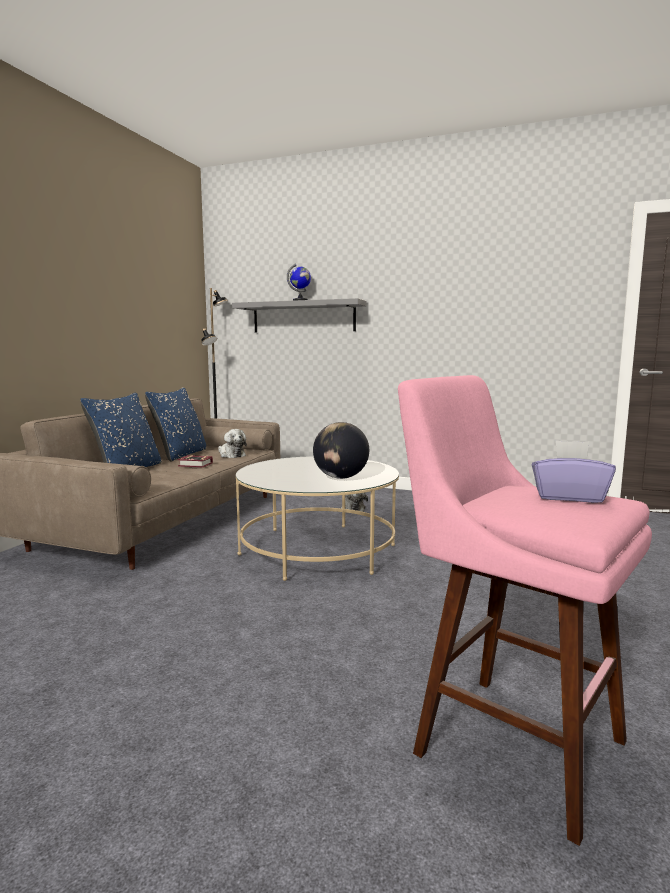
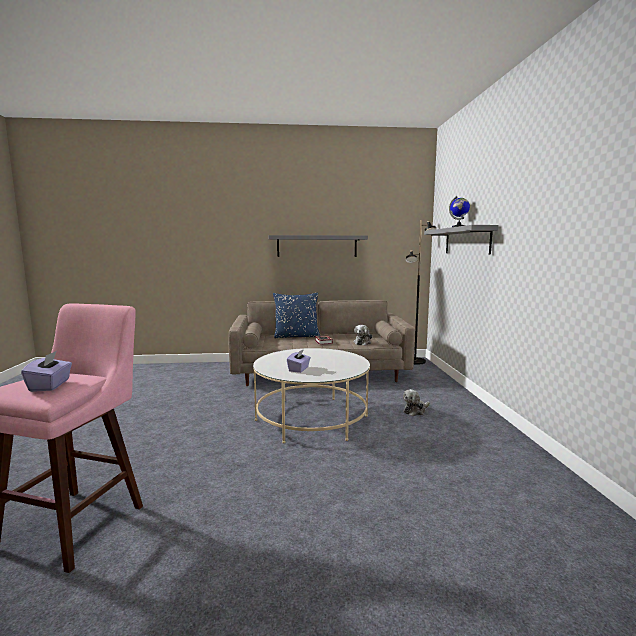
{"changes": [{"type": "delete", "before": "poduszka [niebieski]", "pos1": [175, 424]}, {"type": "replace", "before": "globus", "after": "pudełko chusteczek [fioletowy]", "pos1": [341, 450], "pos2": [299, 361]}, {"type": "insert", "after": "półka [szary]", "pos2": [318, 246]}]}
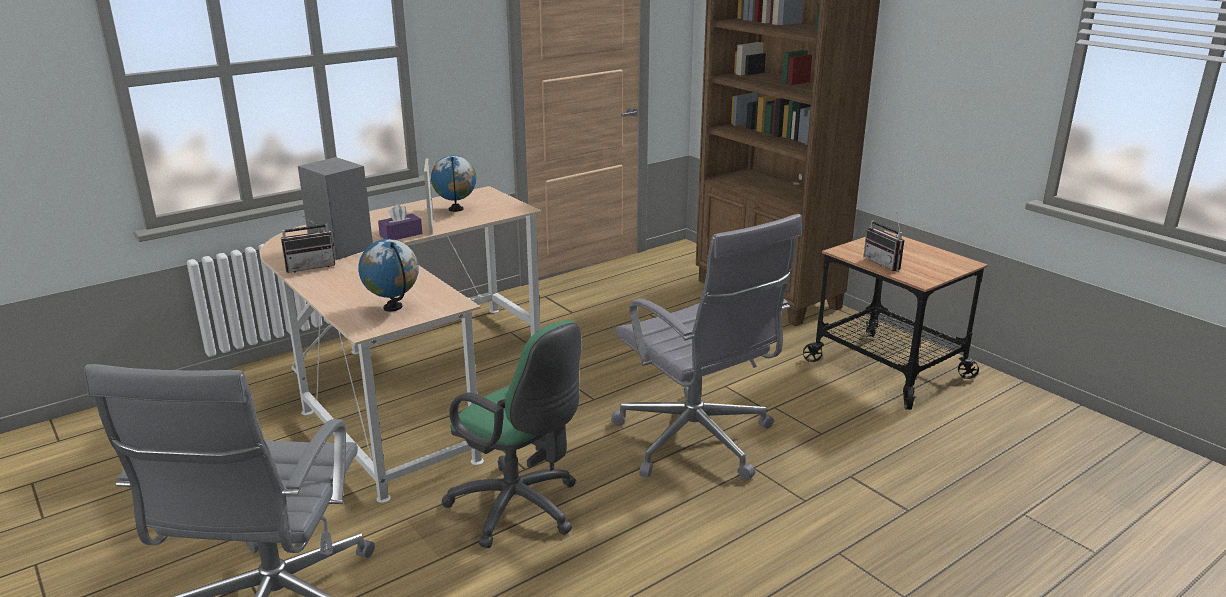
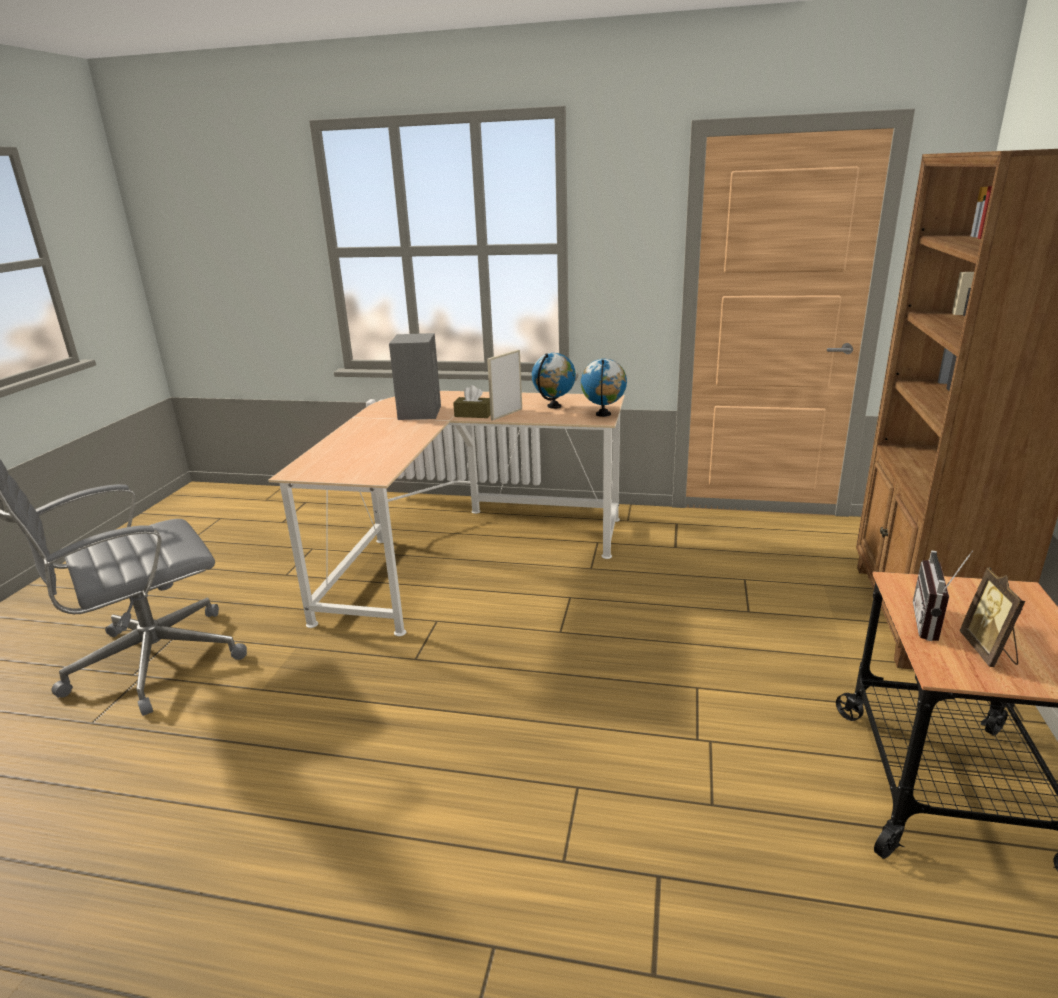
{"changes": [{"type": "recolor", "before": "pudełko chusteczek [fioletowy]", "after": "pudełko chusteczek [brązowy]", "pos1": [400, 222], "pos2": [472, 401]}, {"type": "delete", "before": "radio", "pos1": [308, 242]}, {"type": "delete", "before": "krzesło biurowe [szary]", "pos1": [706, 347]}, {"type": "move", "before": "globus", "pos1": [388, 275], "pos2": [604, 388]}, {"type": "delete", "before": "krzesło biurowe [zielony]", "pos1": [511, 434]}, {"type": "insert", "after": "ramka na zdjęcie", "pos2": [992, 617]}]}
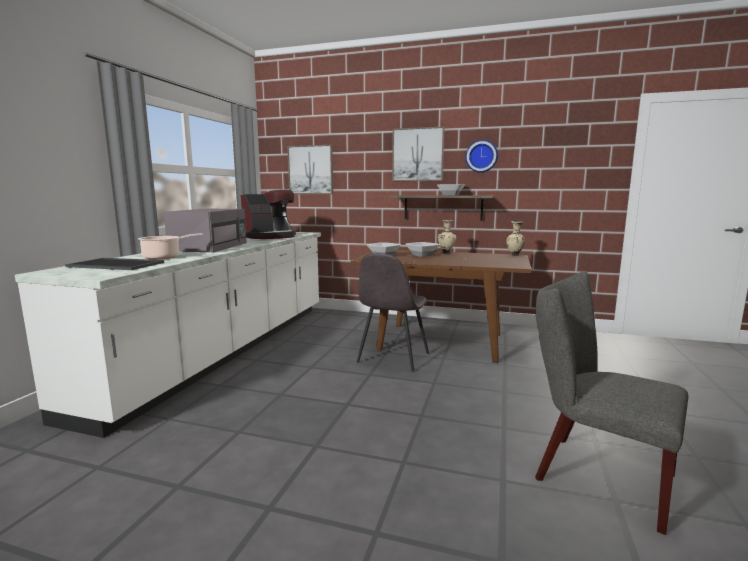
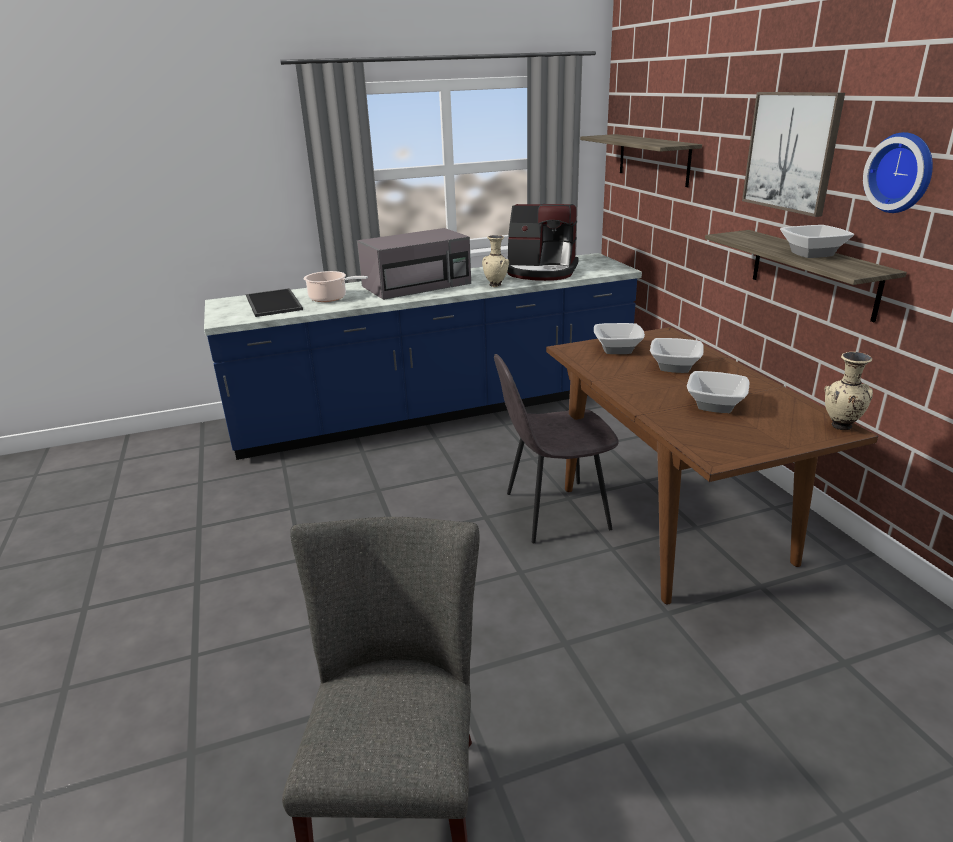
{"changes": [{"type": "replace", "before": "obraz", "after": "półka", "pos1": [310, 169], "pos2": [641, 160]}, {"type": "move", "before": "wazon [beżowy]", "pos1": [447, 236], "pos2": [495, 261]}, {"type": "recolor", "before": "zabudowa kuchenna [biały]", "after": "zabudowa kuchenna [niebieski]", "pos1": [168, 335], "pos2": [423, 356]}, {"type": "insert", "after": "miska", "pos2": [718, 392]}]}
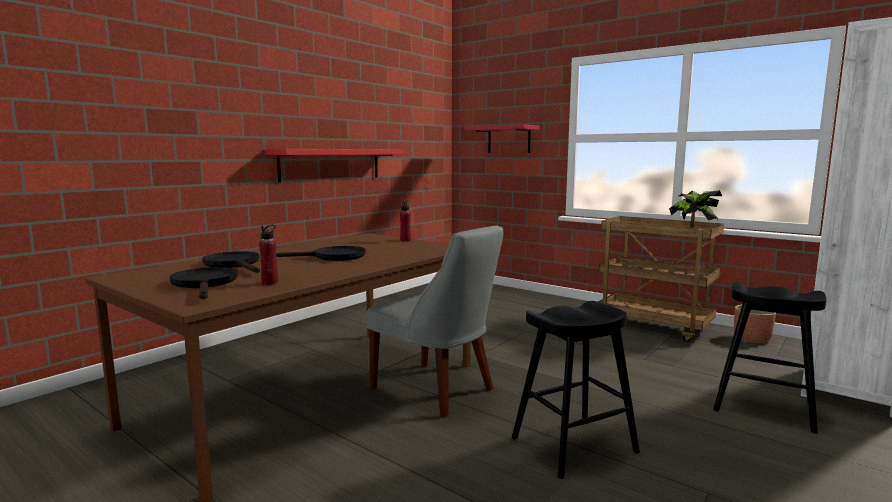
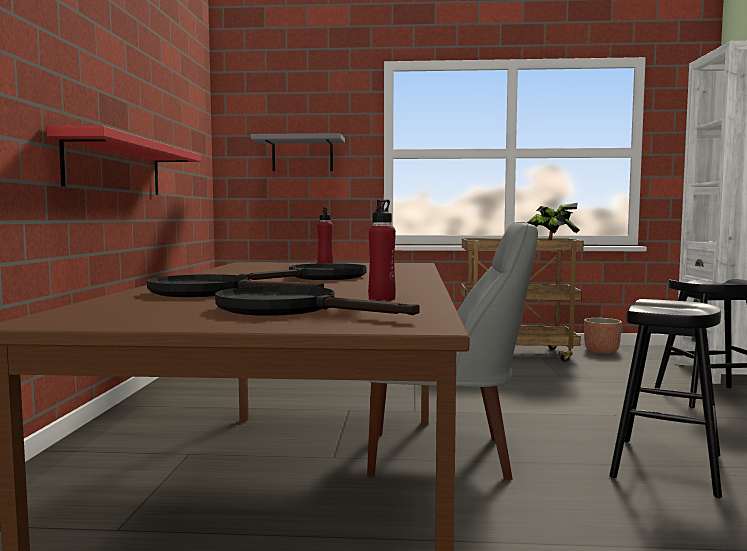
{"changes": [{"type": "recolor", "before": "półka [czerwony]", "after": "półka [szary]", "pos1": [502, 138], "pos2": [298, 152]}]}
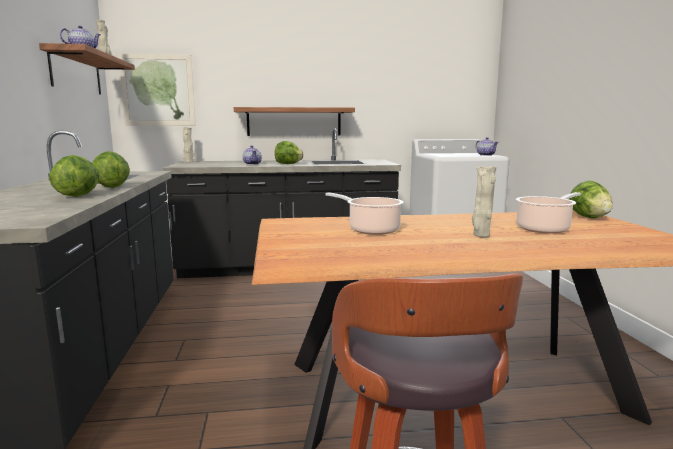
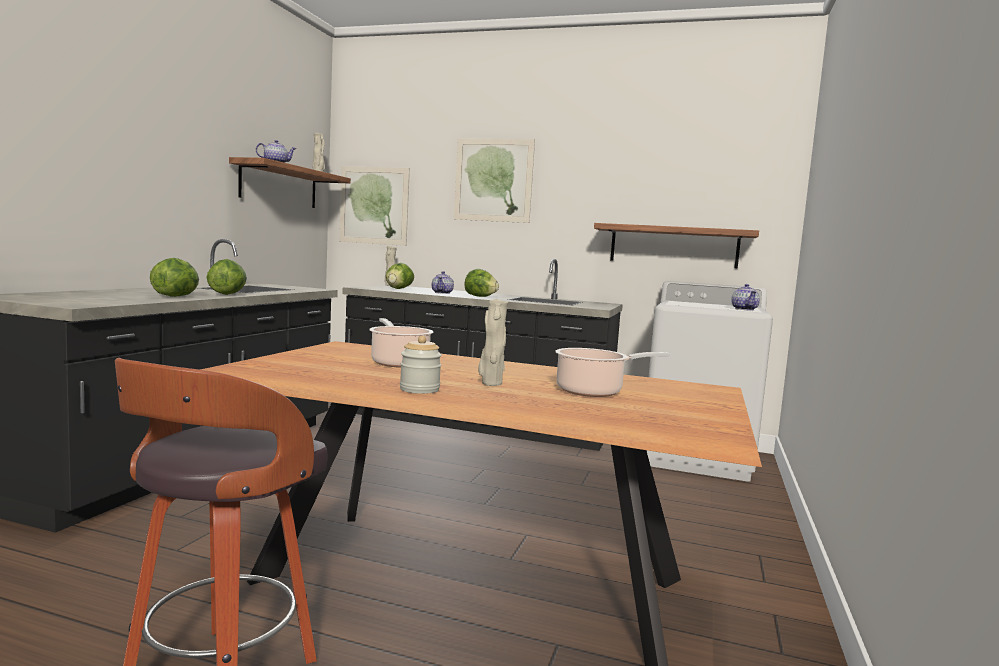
{"changes": [{"type": "move", "before": "półka", "pos1": [294, 121], "pos2": [676, 245]}, {"type": "move", "before": "sałata", "pos1": [591, 199], "pos2": [400, 276]}, {"type": "insert", "after": "obraz", "pos2": [494, 181]}, {"type": "insert", "after": "słoik", "pos2": [421, 365]}]}
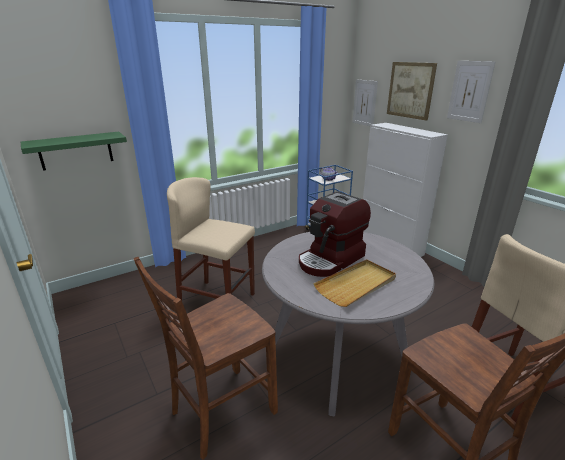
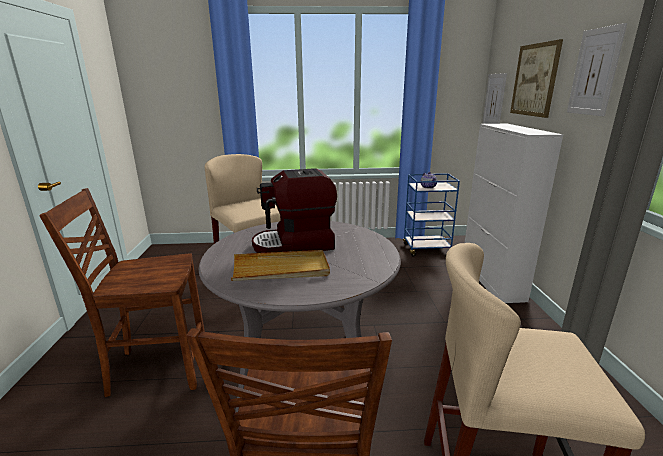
{"changes": [{"type": "delete", "before": "półka [zielony]", "pos1": [74, 151]}]}
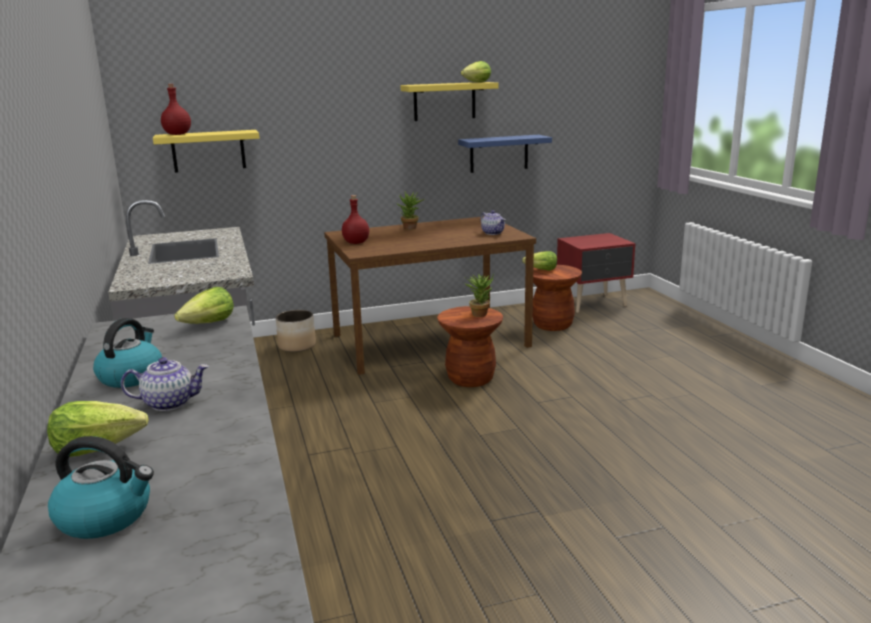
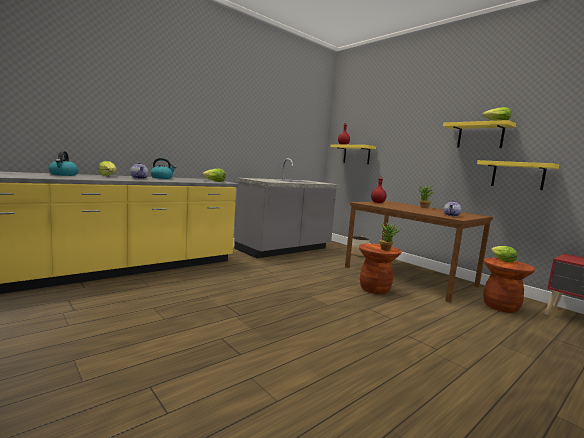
{"changes": [{"type": "recolor", "before": "półka [niebieski]", "after": "półka [żółty]", "pos1": [505, 154], "pos2": [518, 175]}]}
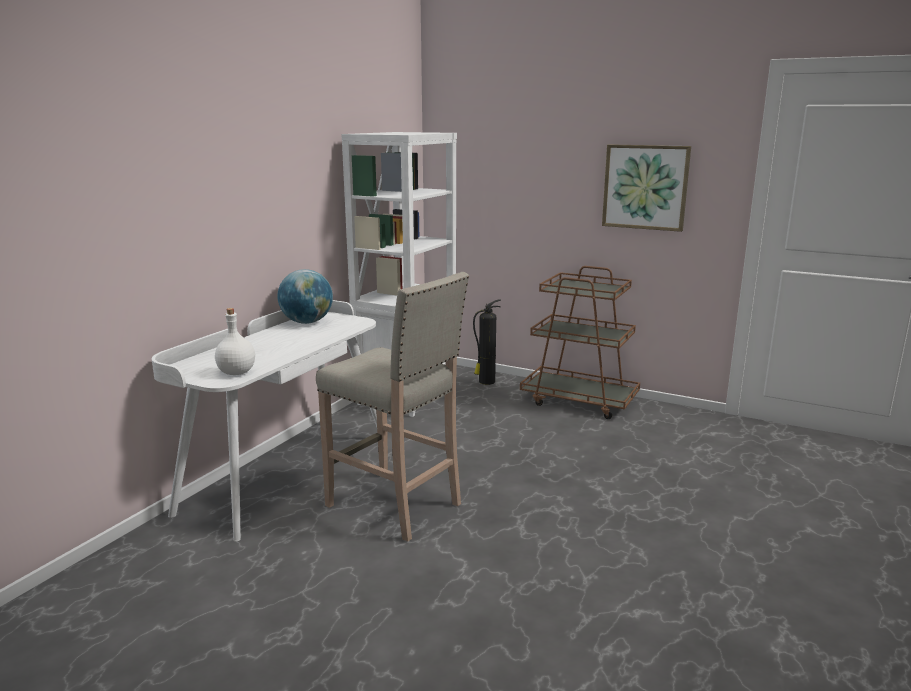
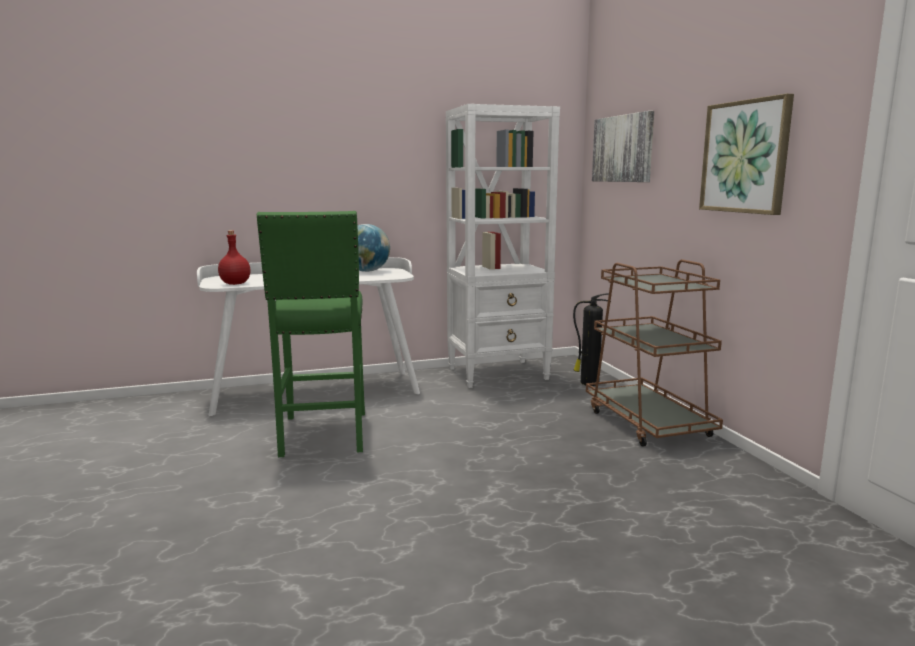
{"changes": [{"type": "recolor", "before": "stołek [beżowy]", "after": "stołek [zielony]", "pos1": [392, 407], "pos2": [311, 334]}, {"type": "recolor", "before": "butelka [biały]", "after": "butelka [czerwony]", "pos1": [235, 341], "pos2": [234, 257]}, {"type": "insert", "after": "obraz", "pos2": [623, 146]}]}
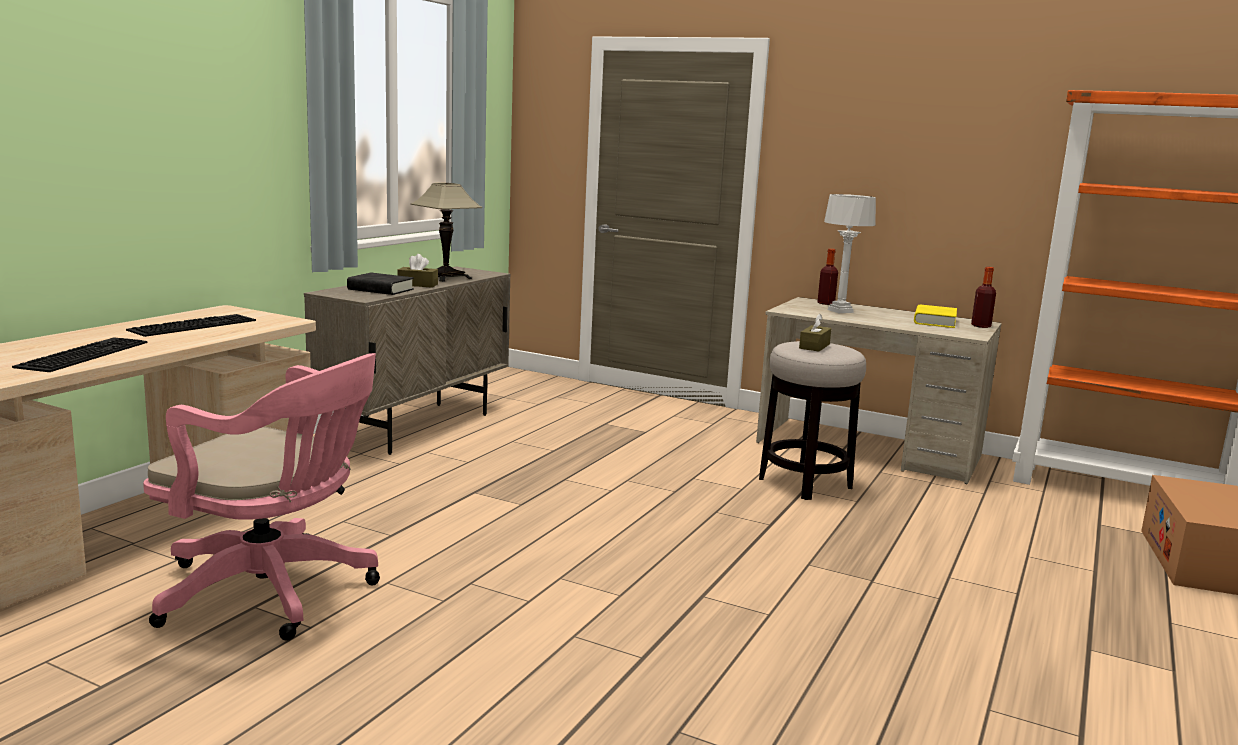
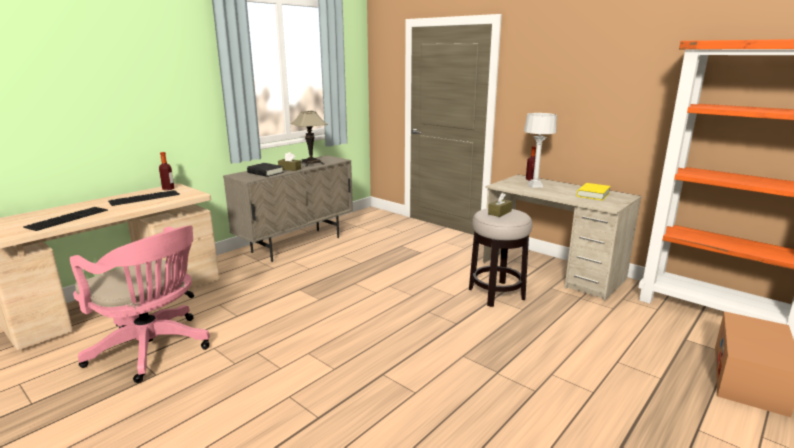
{"changes": [{"type": "move", "before": "butelka", "pos1": [983, 297], "pos2": [166, 171]}]}
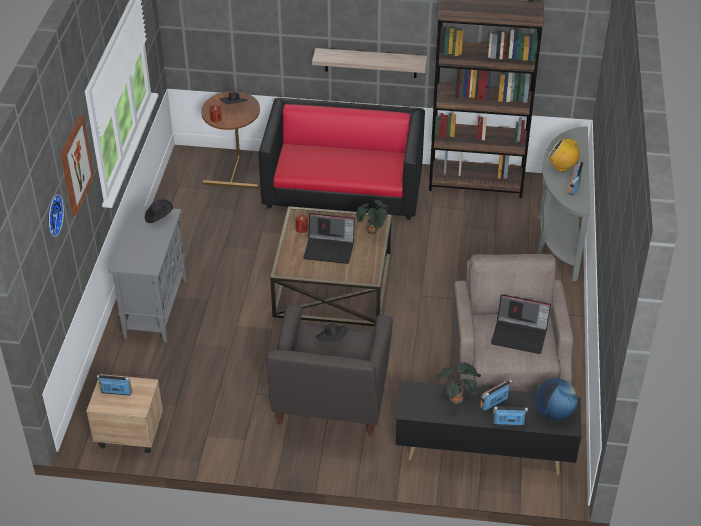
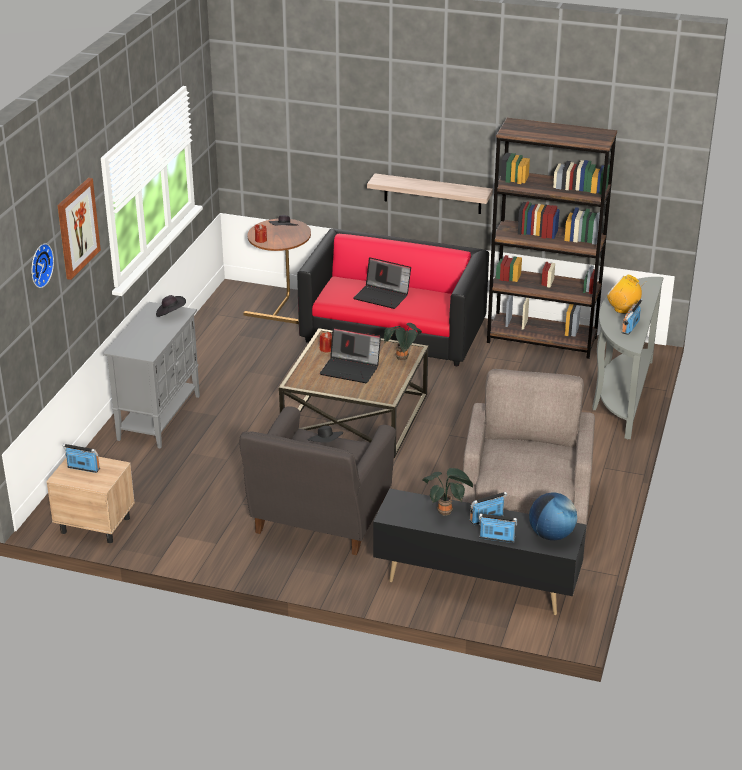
{"changes": [{"type": "move", "before": "laptop", "pos1": [521, 324], "pos2": [382, 283]}]}
